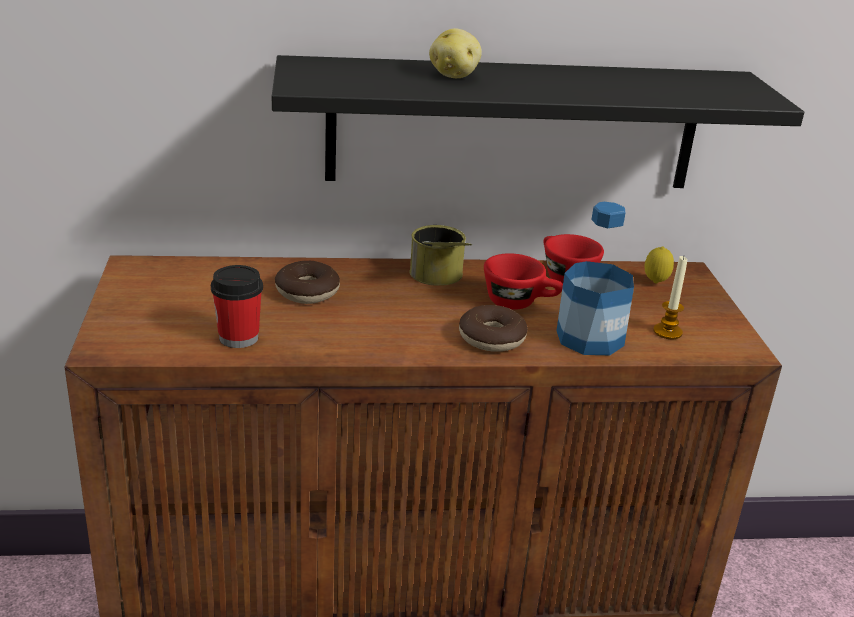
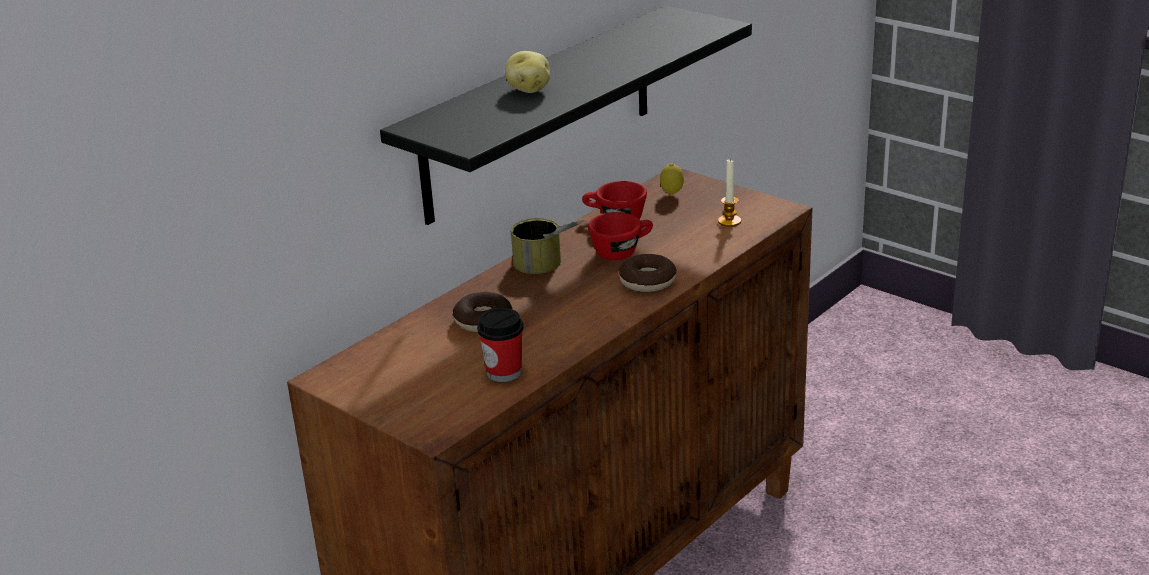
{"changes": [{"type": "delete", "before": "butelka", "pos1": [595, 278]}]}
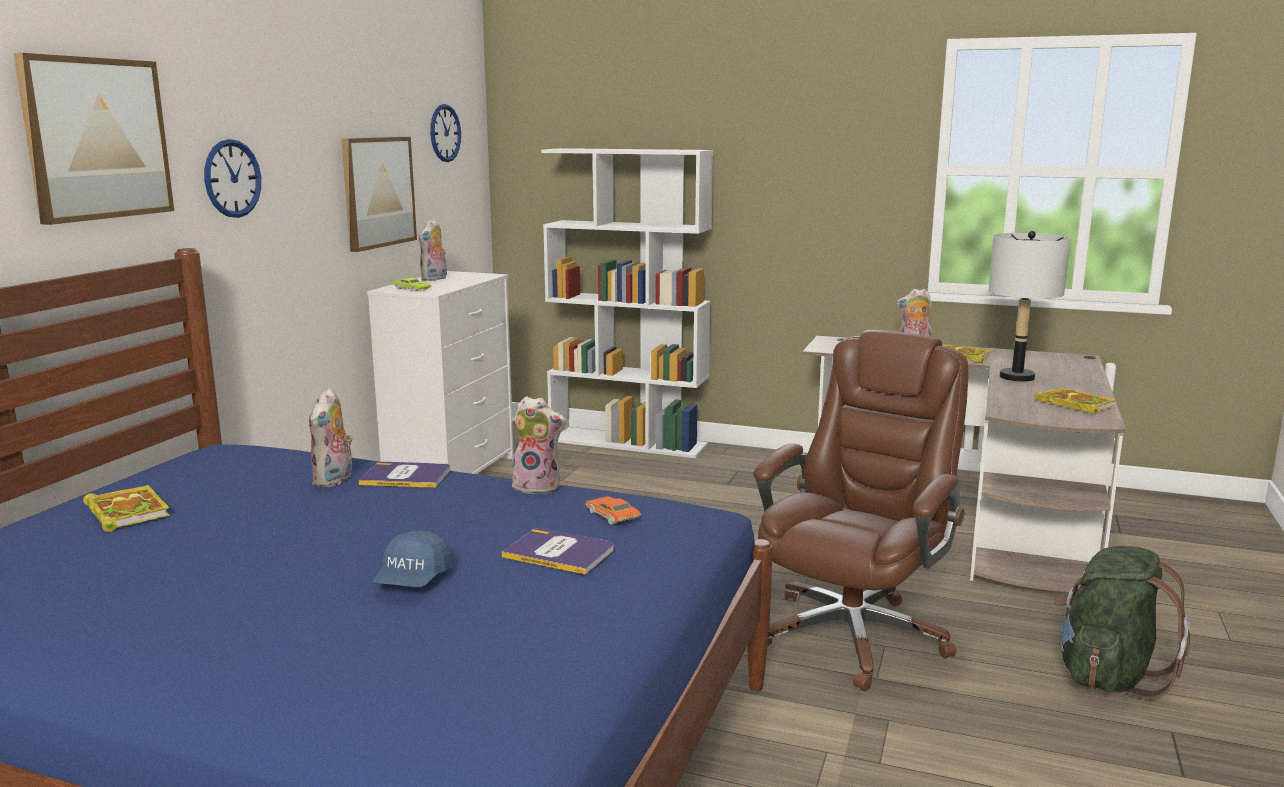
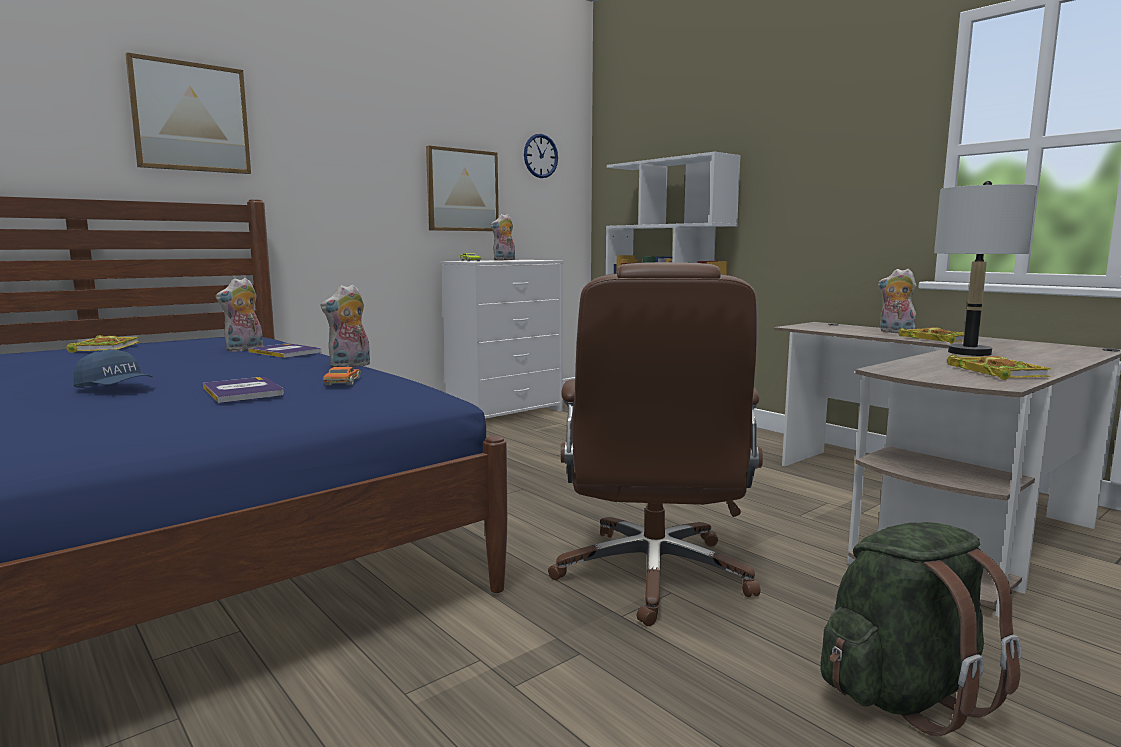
{"changes": [{"type": "delete", "before": "zegar ścienny", "pos1": [232, 178]}, {"type": "rotate", "before": "krzesło biurowe [brązowy]", "pos1": [861, 510], "pos2": [655, 444], "turn": 120}, {"type": "rotate", "before": "pluszak", "pos1": [539, 445], "pos2": [345, 326], "turn": 90}, {"type": "rotate", "before": "czapka z daszkiem [niebieski]", "pos1": [412, 559], "pos2": [113, 368], "turn": -105}]}
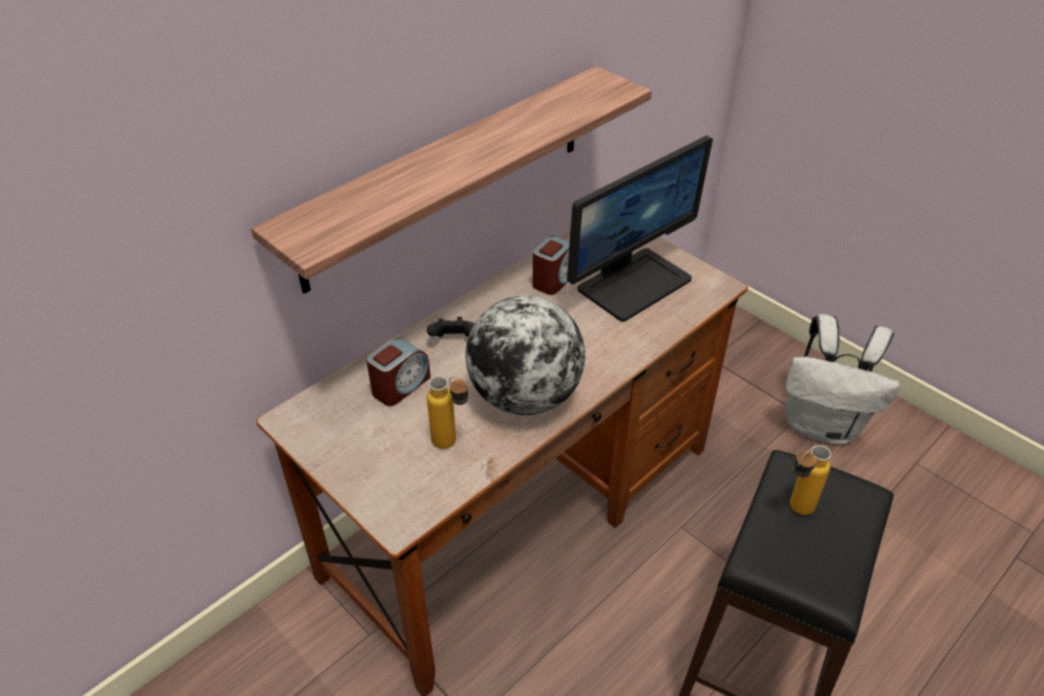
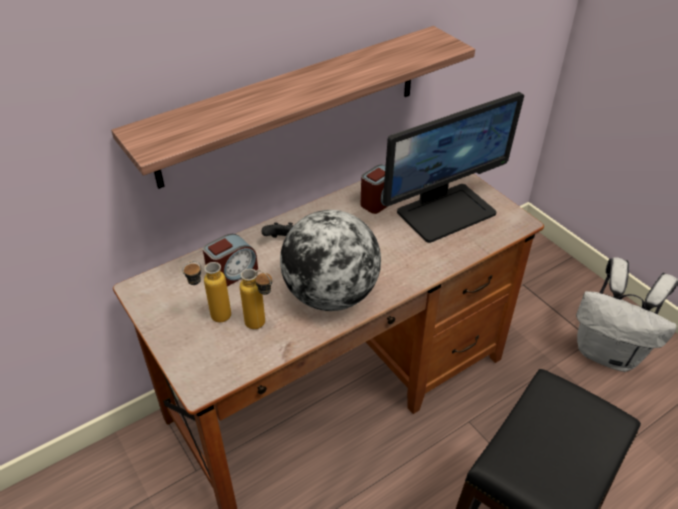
{"changes": [{"type": "move", "before": "butelka", "pos1": [811, 480], "pos2": [206, 292]}]}
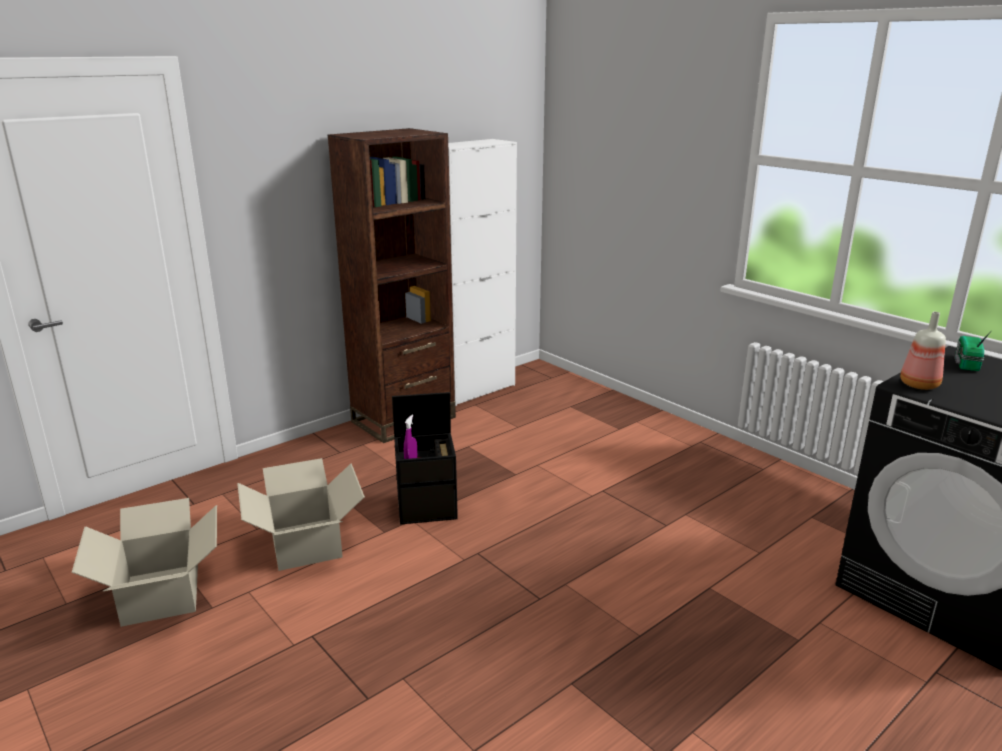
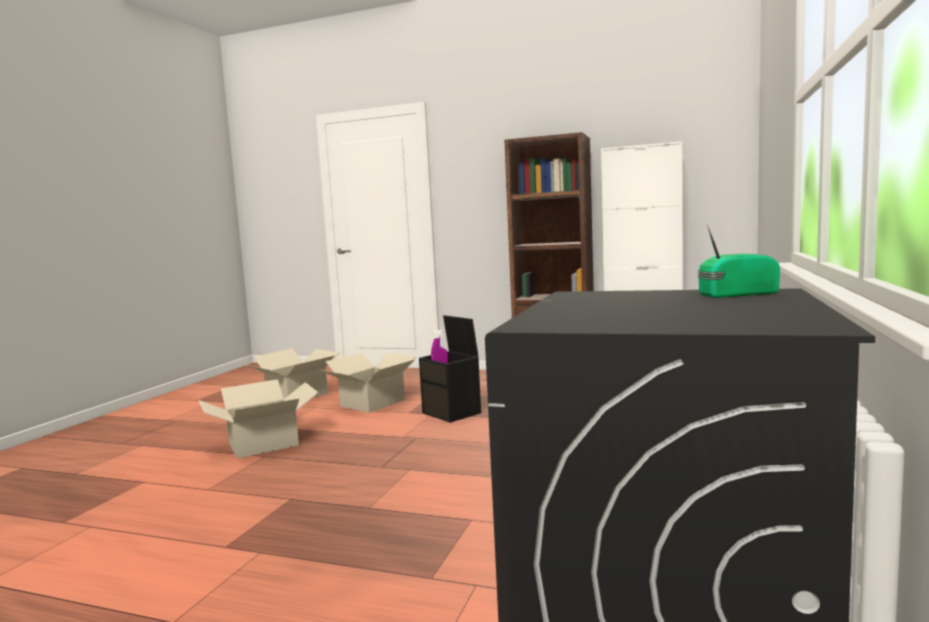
{"changes": [{"type": "delete", "before": "butelka", "pos1": [923, 351]}, {"type": "insert", "after": "karton", "pos2": [258, 418]}]}
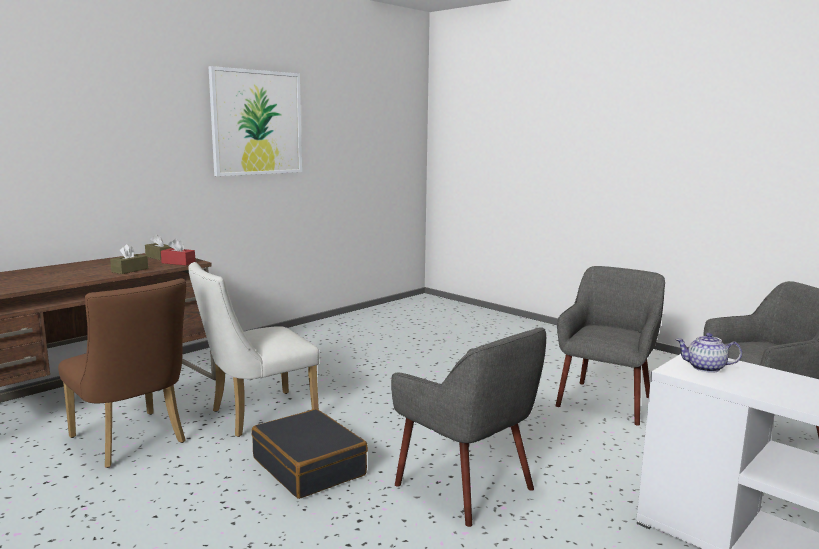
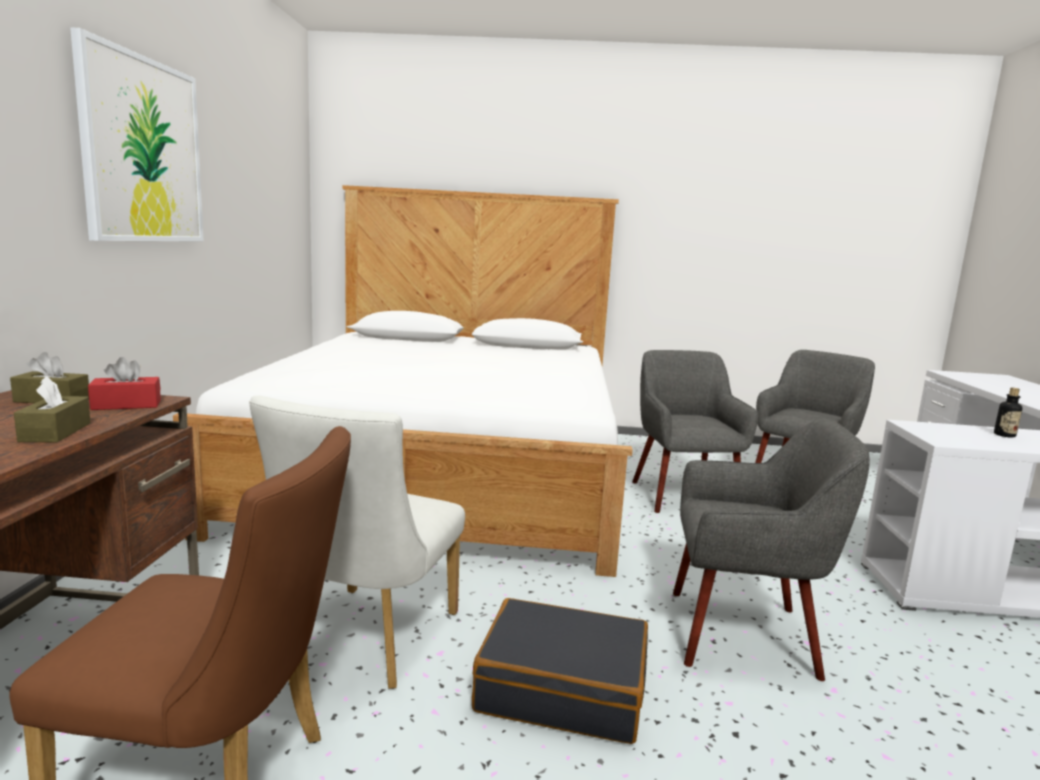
{"changes": [{"type": "delete", "before": "imbryk", "pos1": [708, 353]}, {"type": "insert", "after": "łóżko", "pos2": [403, 381]}, {"type": "insert", "after": "butelka", "pos2": [1008, 413]}]}
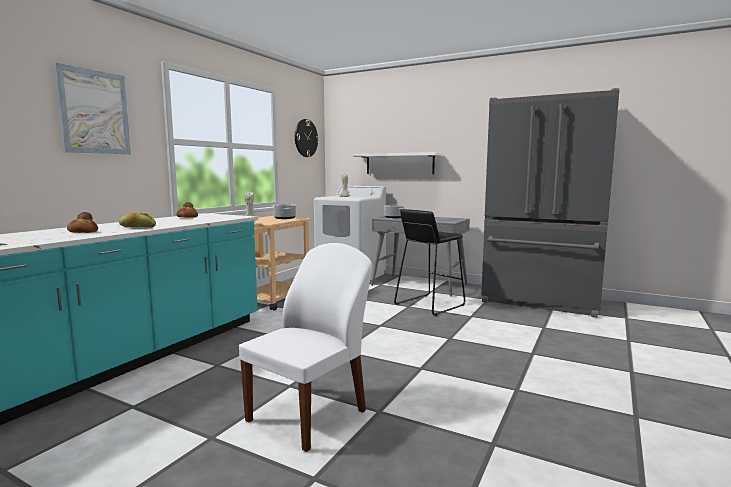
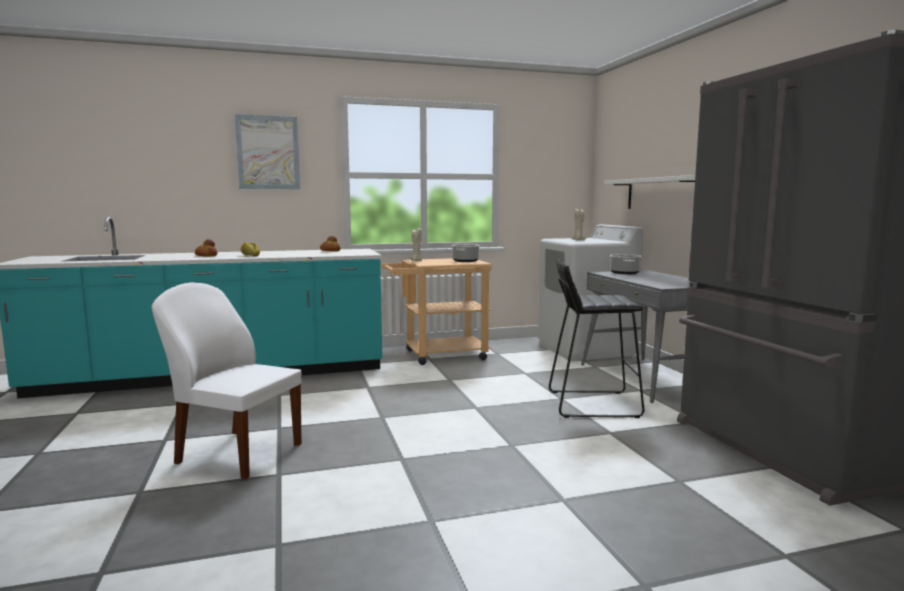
{"changes": [{"type": "delete", "before": "zegar ścienny", "pos1": [307, 138]}, {"type": "rotate", "before": "krzesło [biały]", "pos1": [305, 347], "pos2": [226, 380], "turn": -150}]}
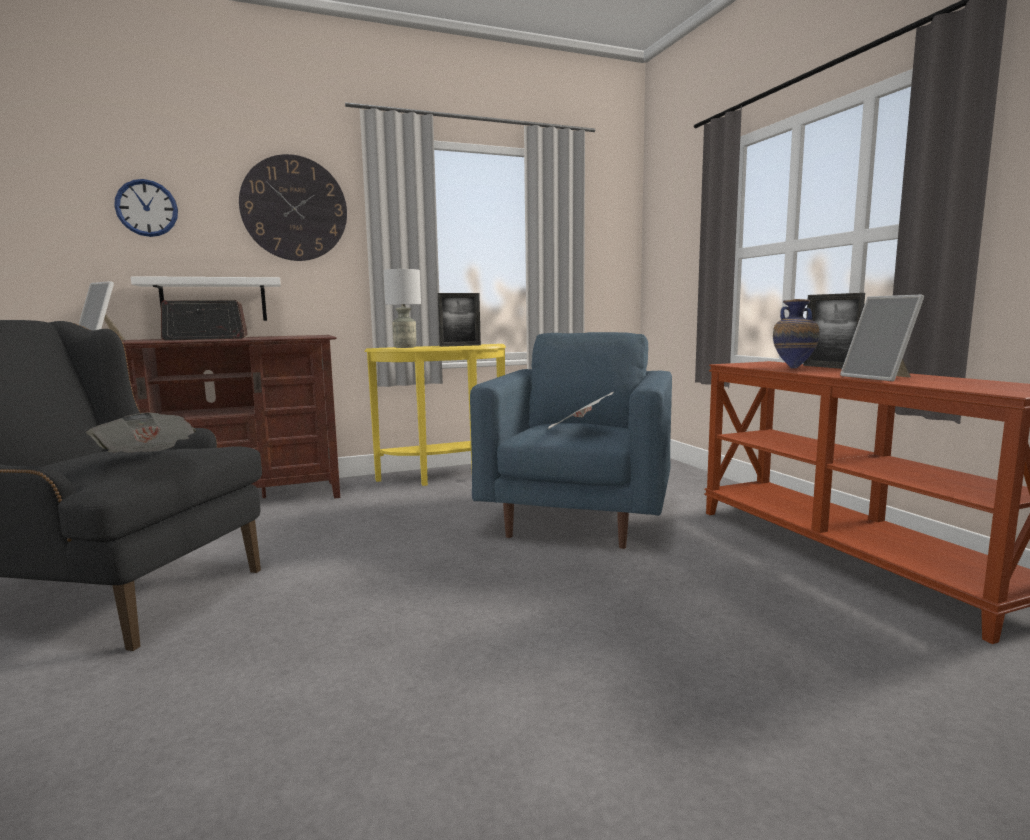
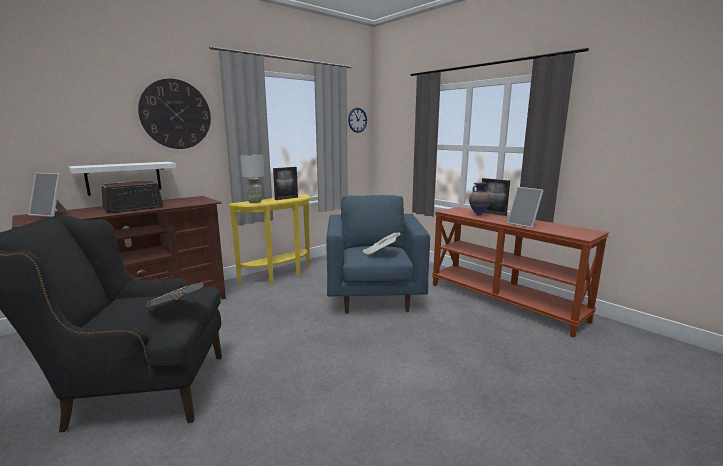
{"changes": [{"type": "move", "before": "zegar ścienny", "pos1": [146, 208], "pos2": [357, 120]}]}
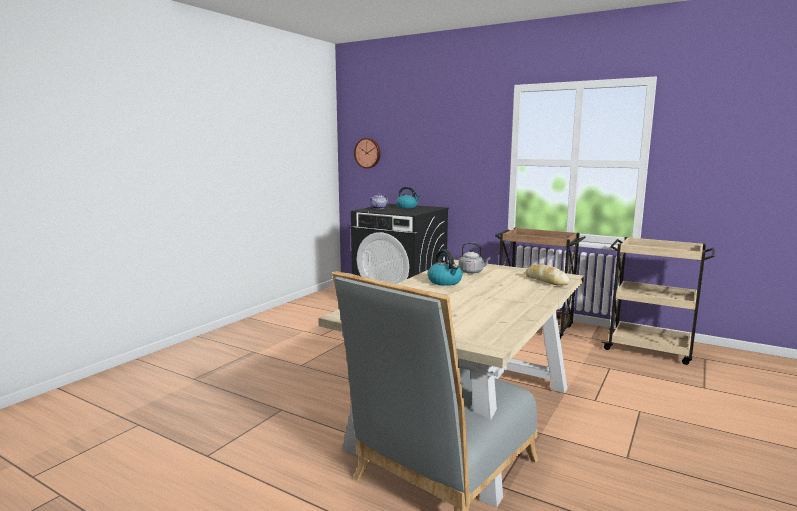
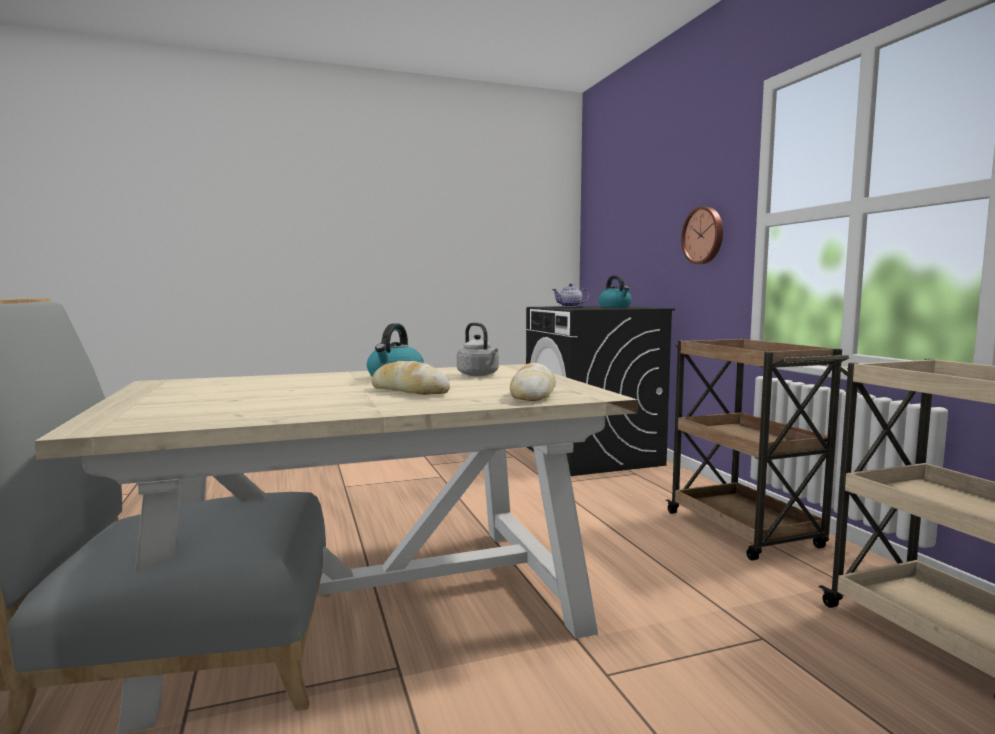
{"changes": [{"type": "move", "before": "zegar ścienny", "pos1": [367, 153], "pos2": [702, 235]}, {"type": "insert", "after": "chleb", "pos2": [410, 378]}]}
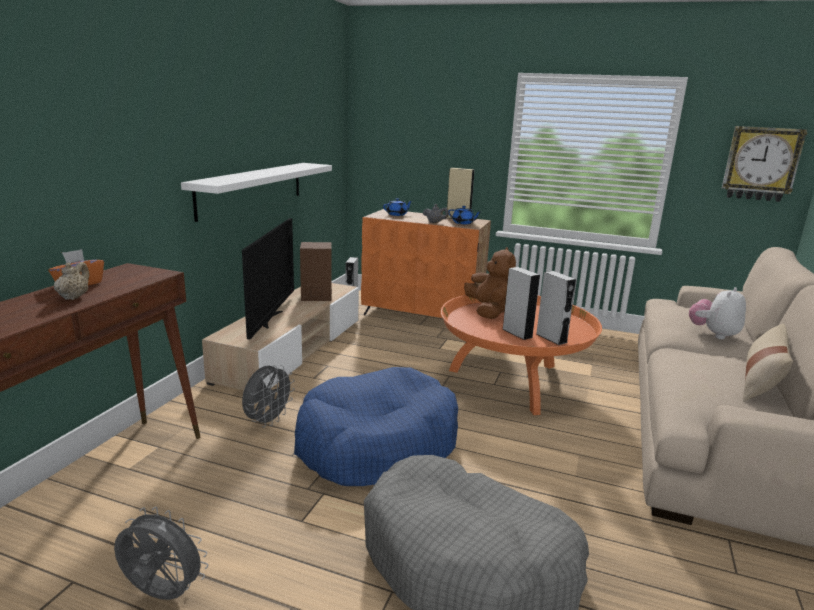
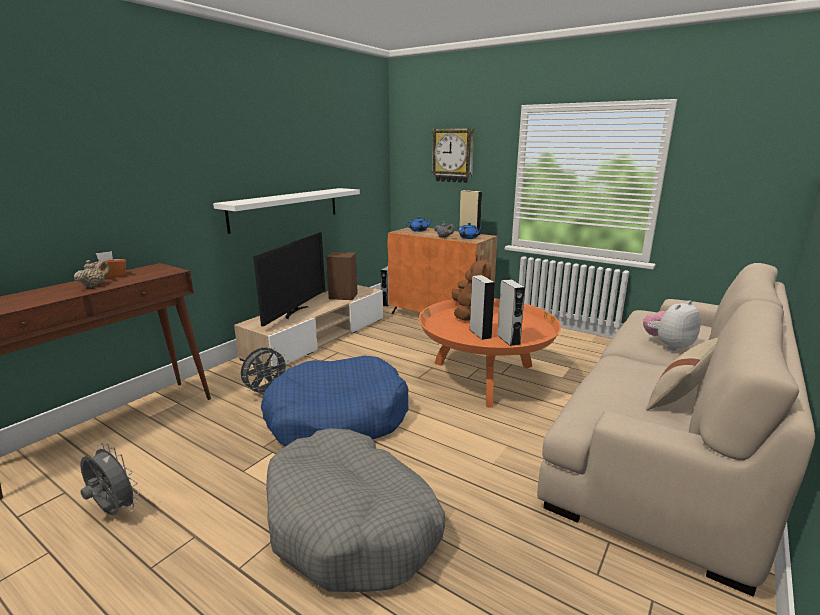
{"changes": [{"type": "move", "before": "zegar ścienny", "pos1": [765, 164], "pos2": [452, 155]}]}
